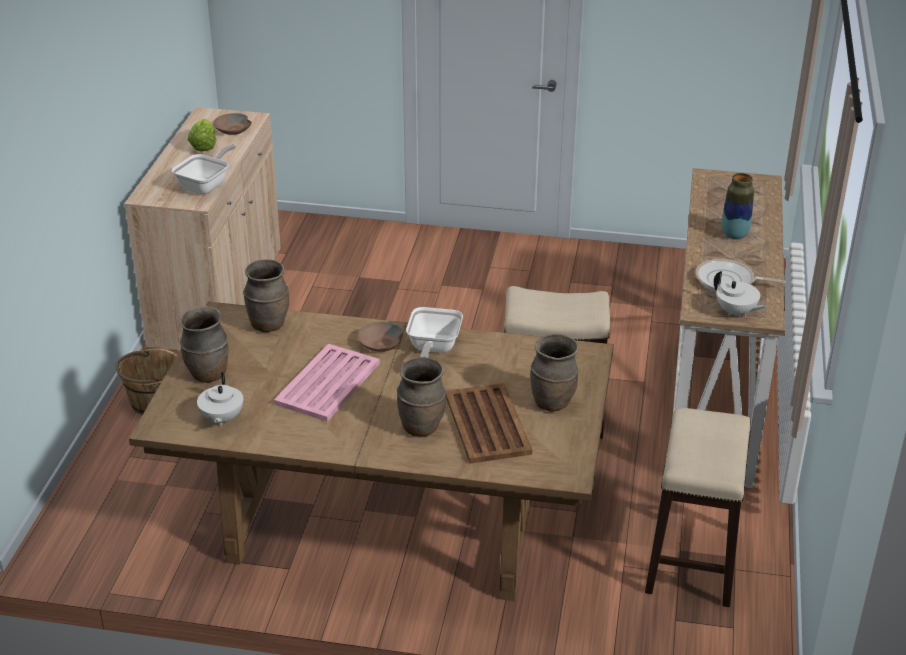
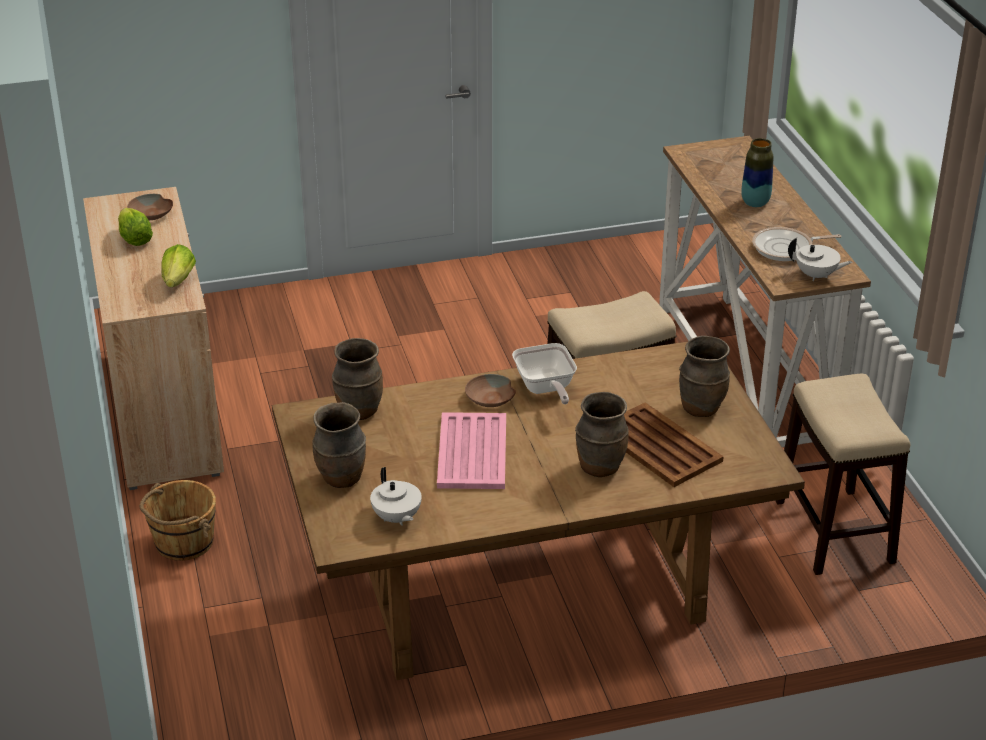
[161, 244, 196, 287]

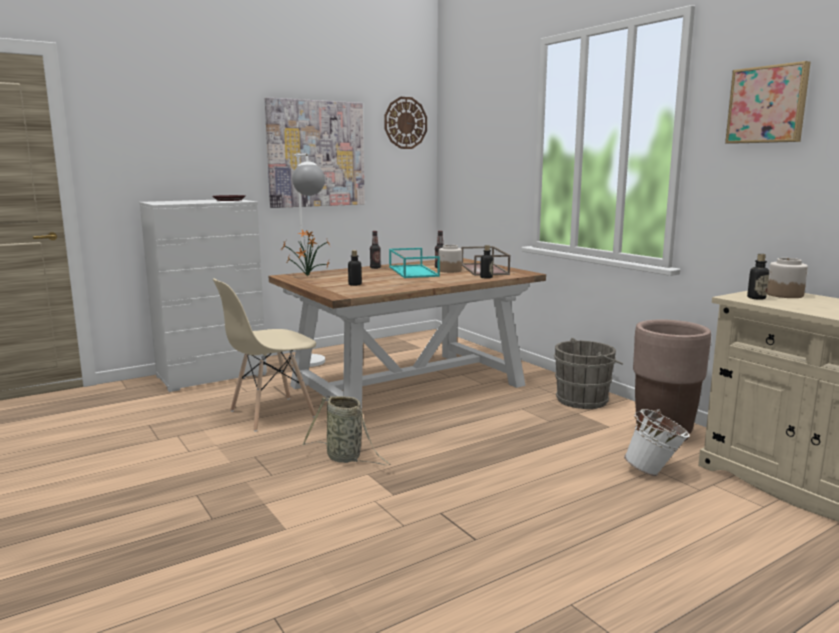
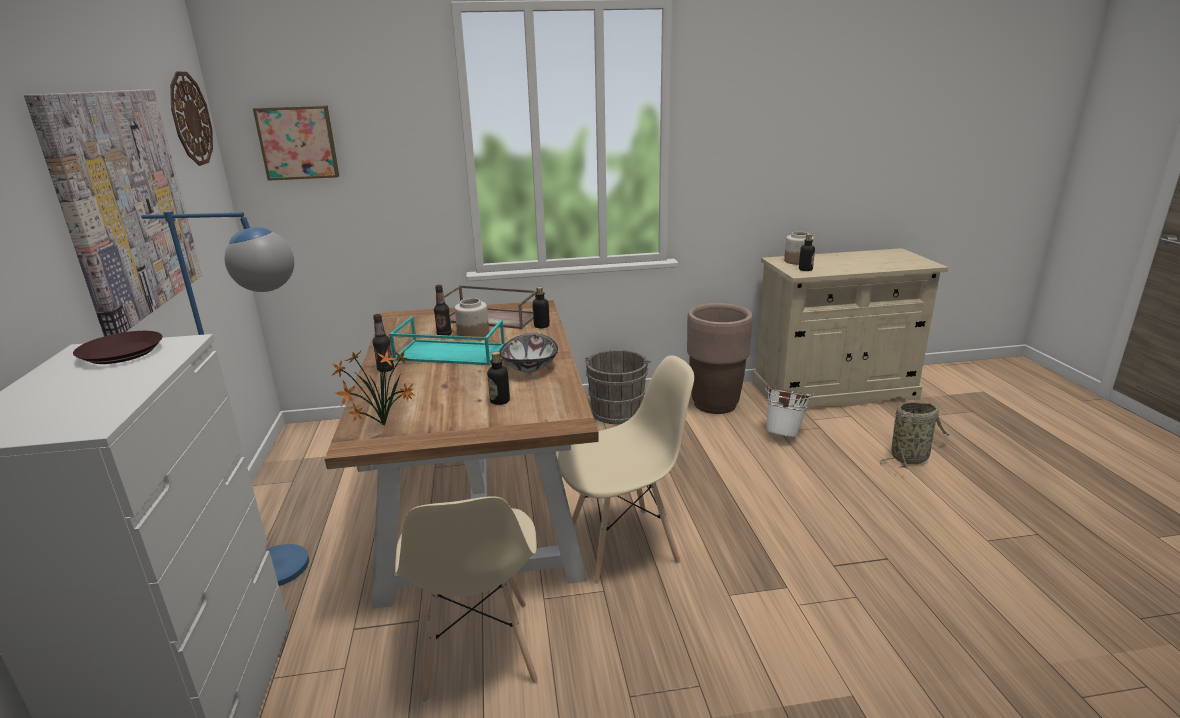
[500, 333, 558, 373]
[558, 355, 694, 584]
[880, 401, 950, 468]
[253, 105, 339, 181]
[141, 211, 309, 586]

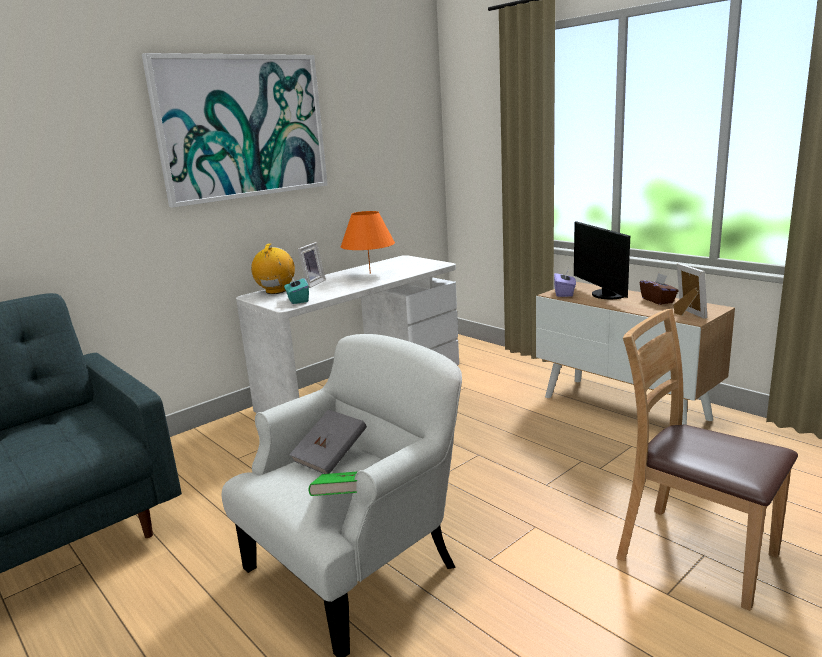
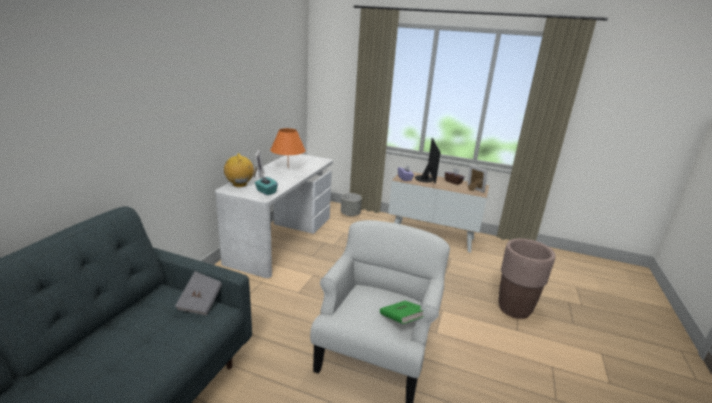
[142, 53, 328, 208] (first image)
[341, 193, 362, 216]
[175, 271, 222, 316]
[498, 238, 555, 319]
[415, 138, 441, 184]

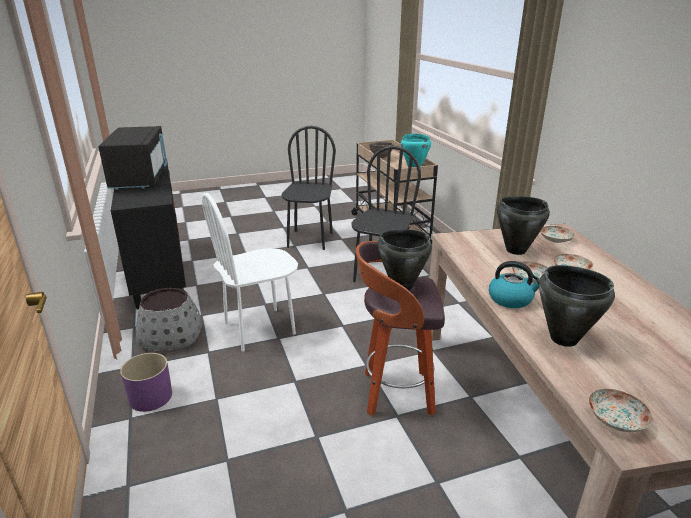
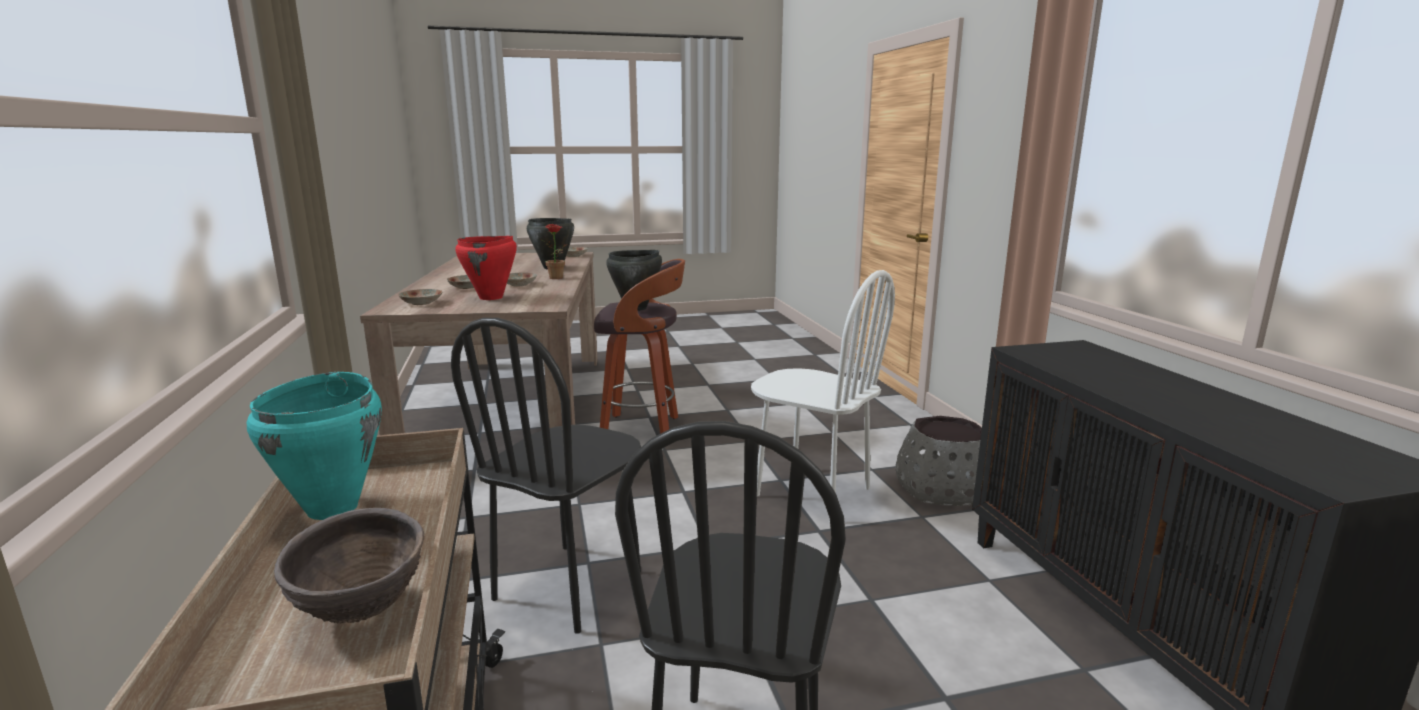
[98, 126, 167, 190] (first image)
[120, 353, 172, 412] (first image)
[541, 224, 568, 279]
[455, 236, 517, 300]
[751, 270, 895, 522]

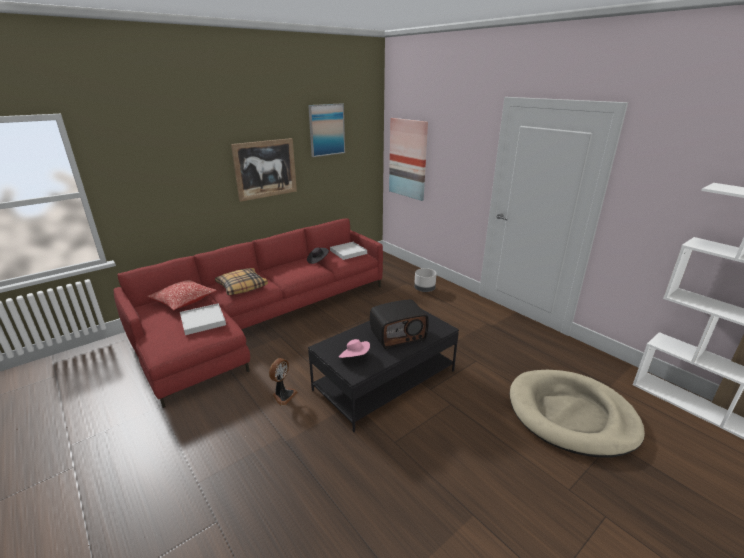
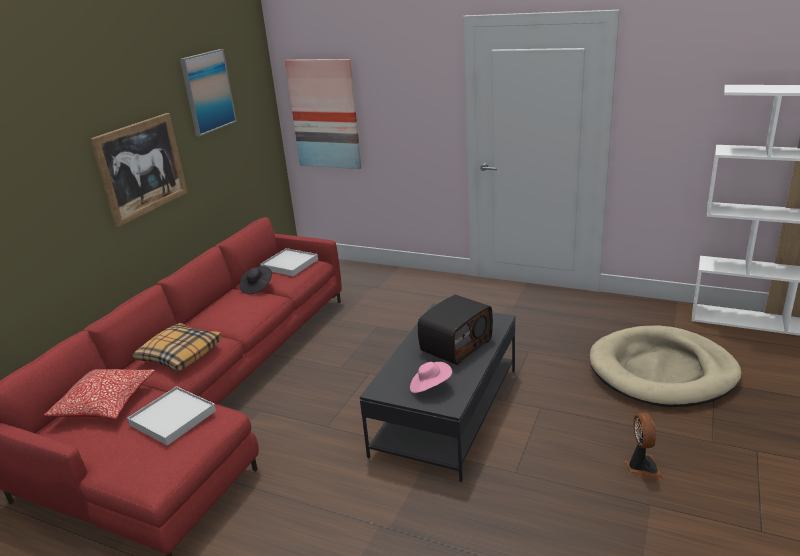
[414, 268, 436, 292] (first image)
[625, 412, 663, 480]

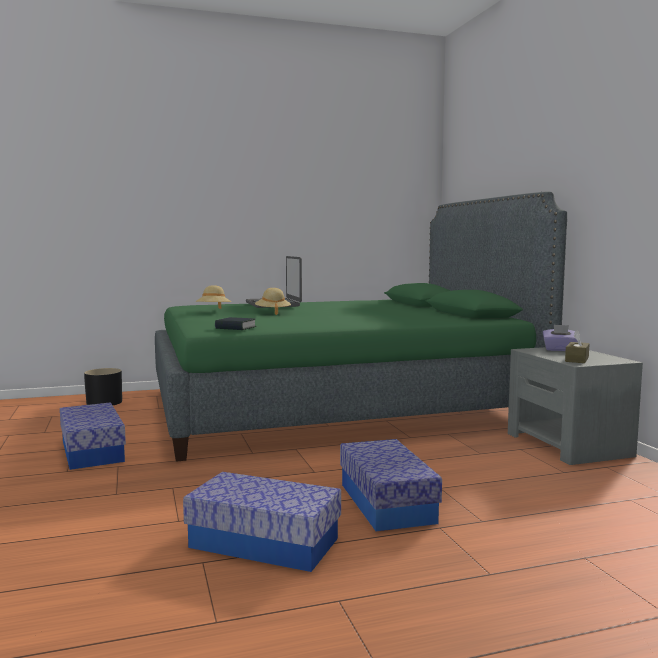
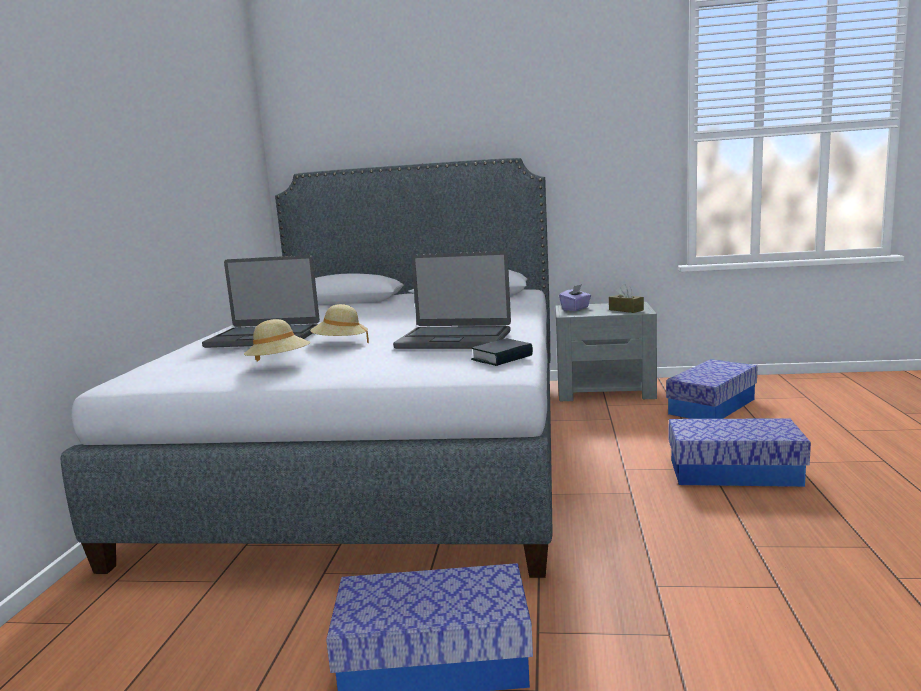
[84, 368, 122, 405] (first image)
[393, 251, 511, 349]
[666, 359, 757, 419]
[61, 158, 552, 578]

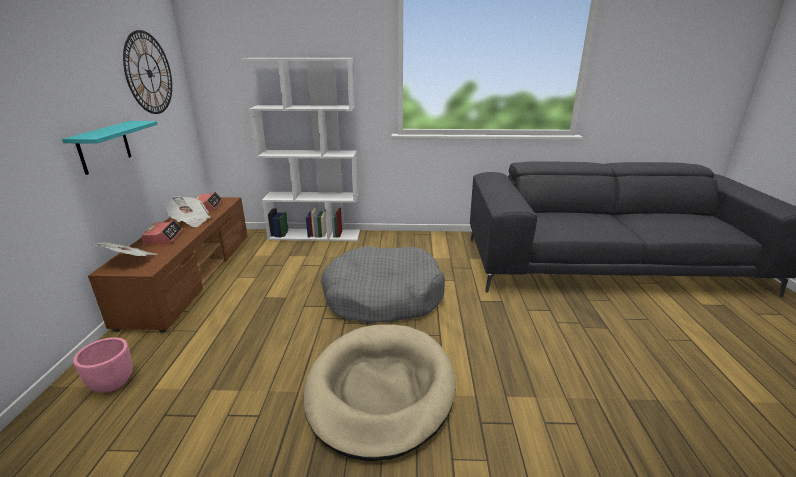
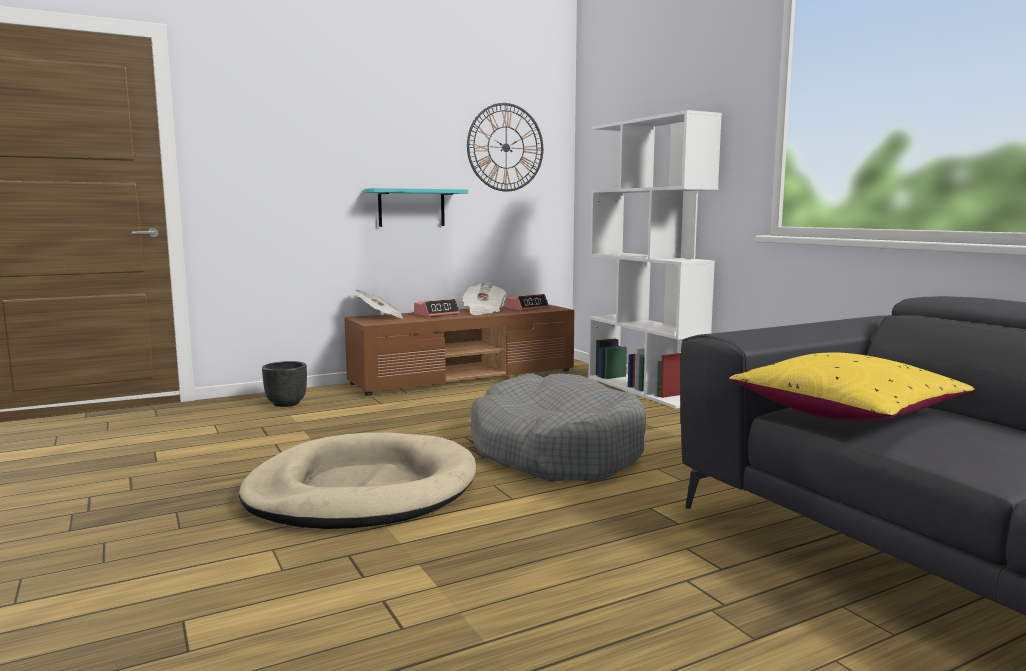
[729, 352, 975, 420]
[262, 361, 307, 407]

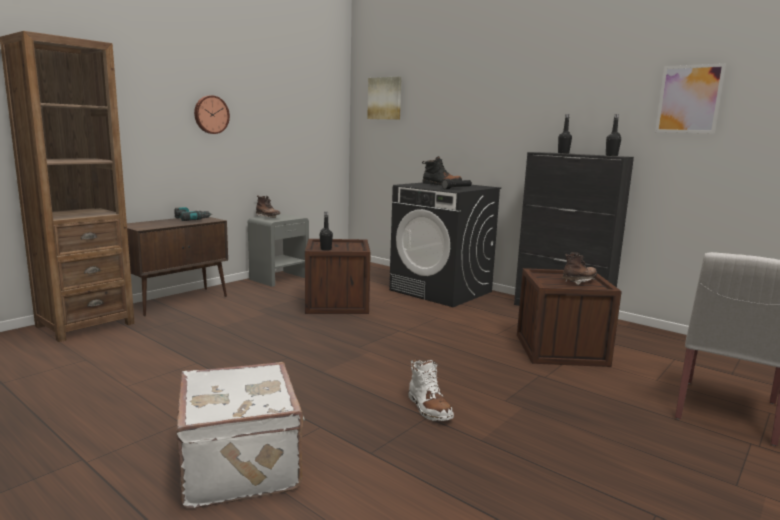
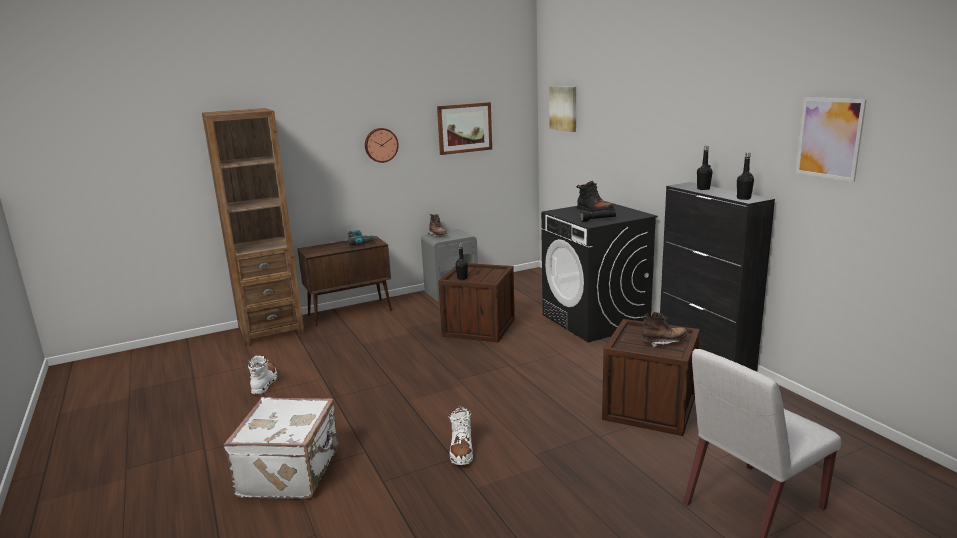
[248, 355, 277, 395]
[437, 102, 492, 155]

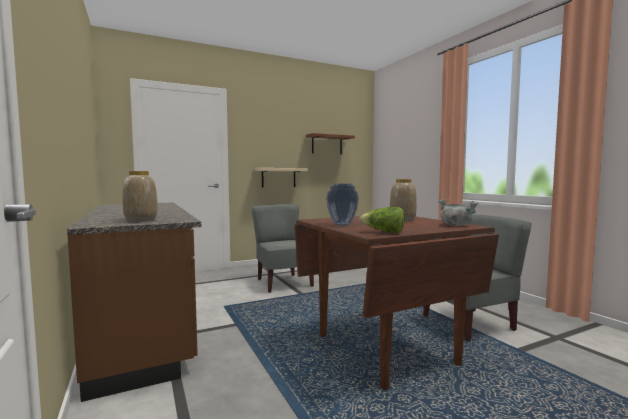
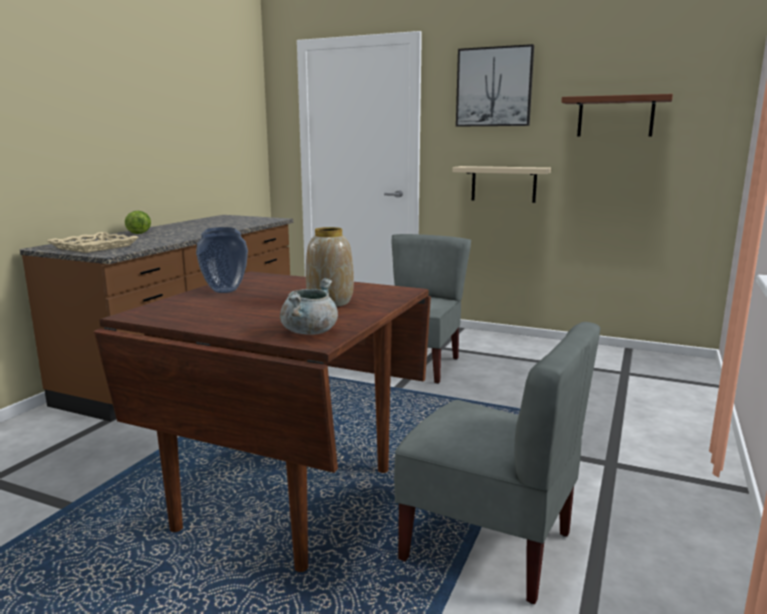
[456, 44, 534, 126]
[125, 211, 151, 234]
[47, 232, 139, 253]

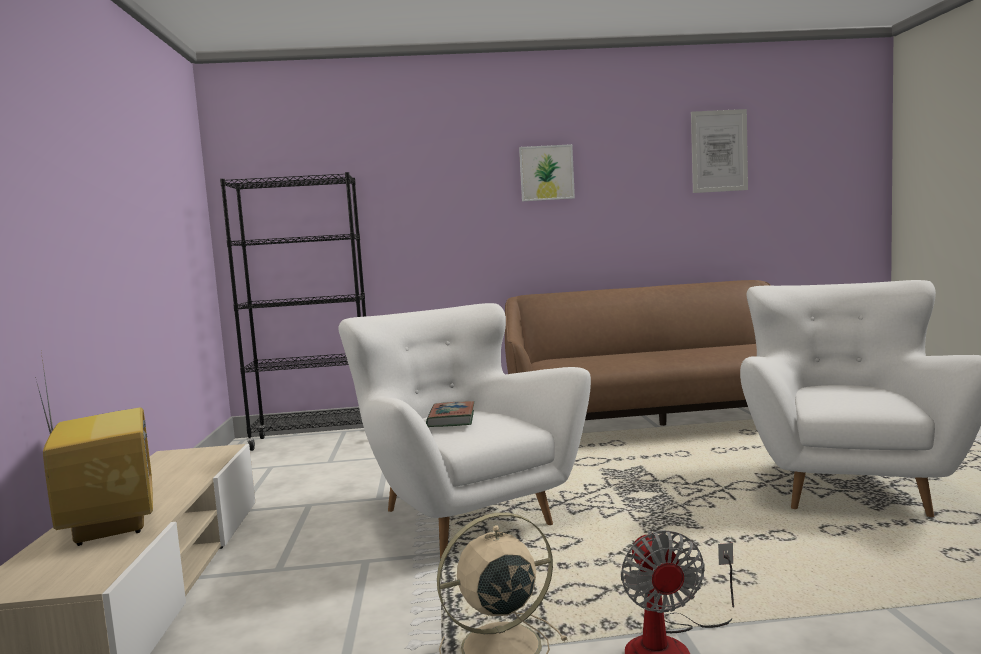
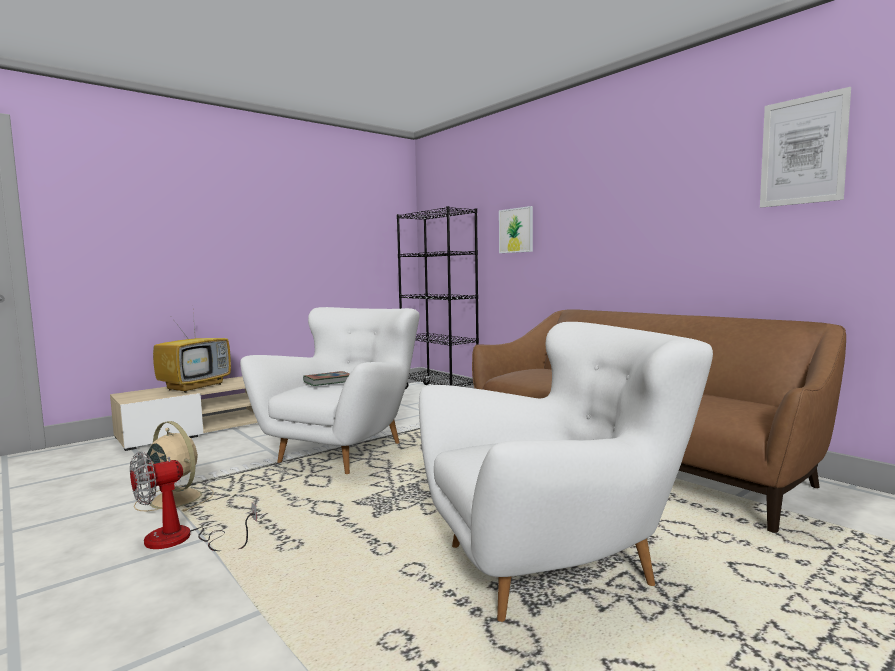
[499, 206, 533, 253]

